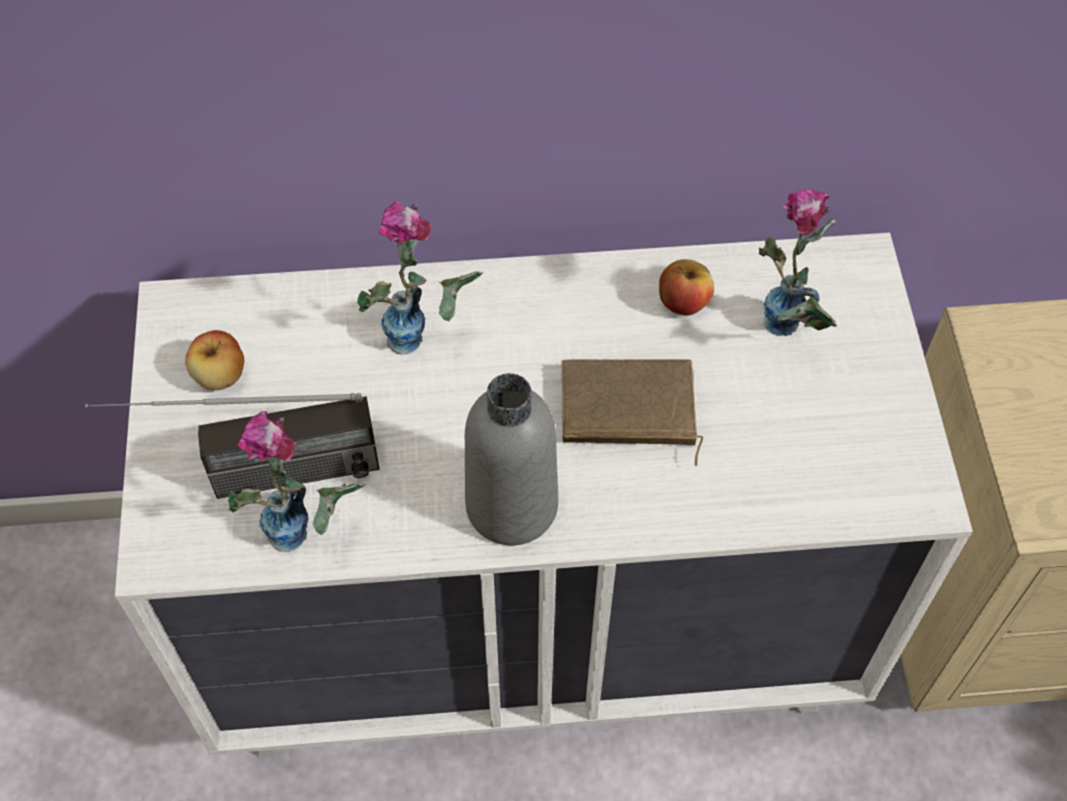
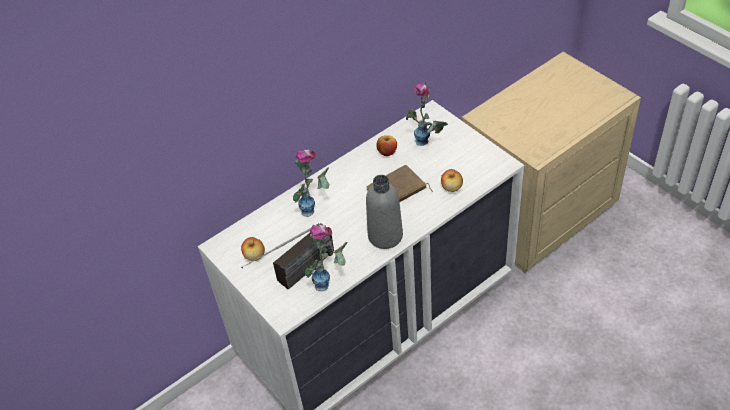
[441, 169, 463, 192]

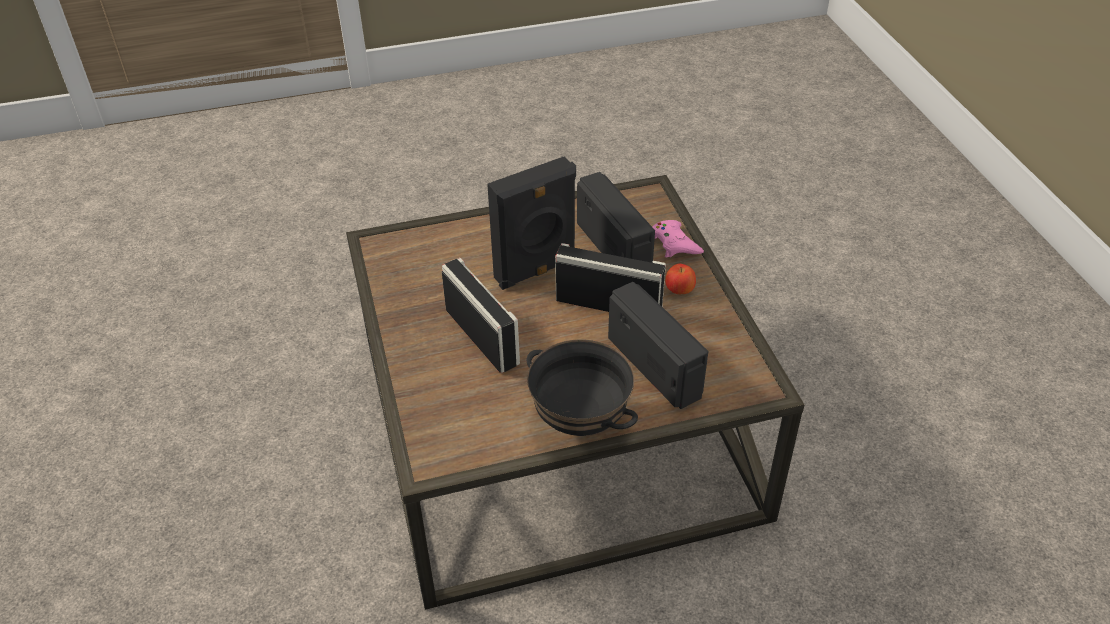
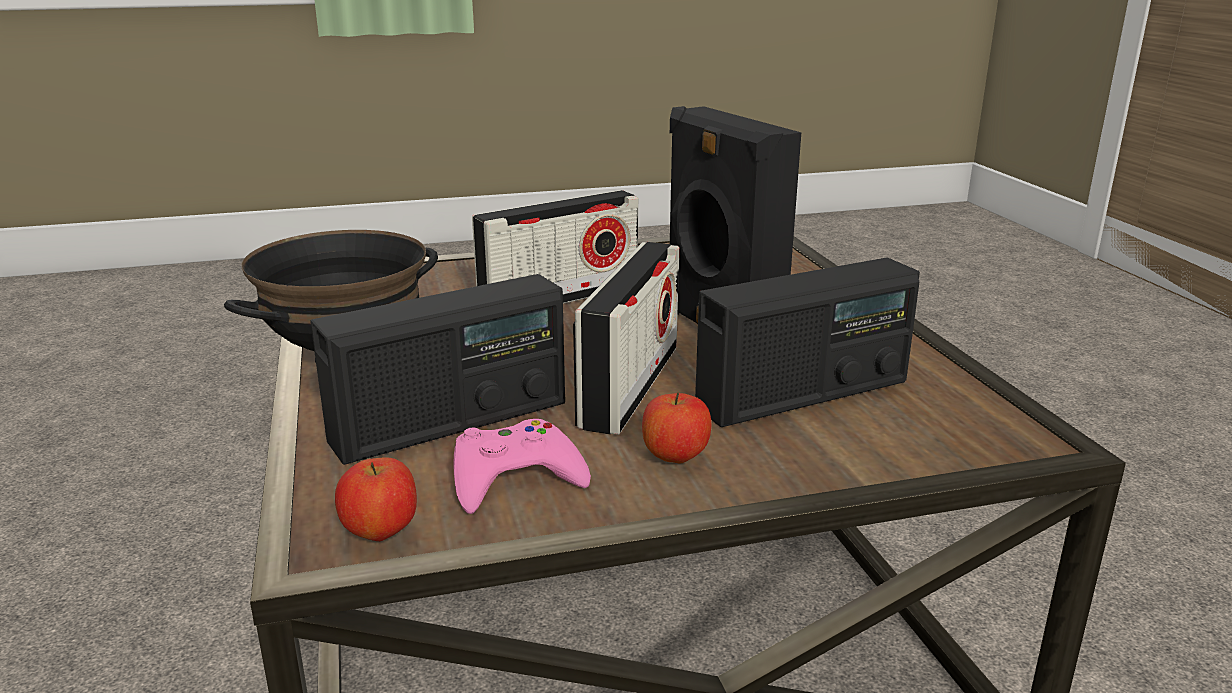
[335, 457, 417, 541]
[453, 419, 591, 514]

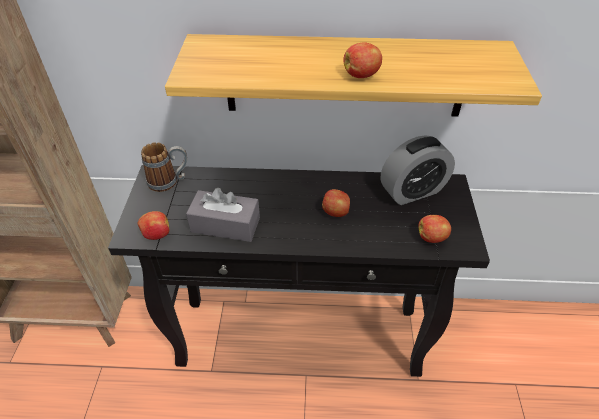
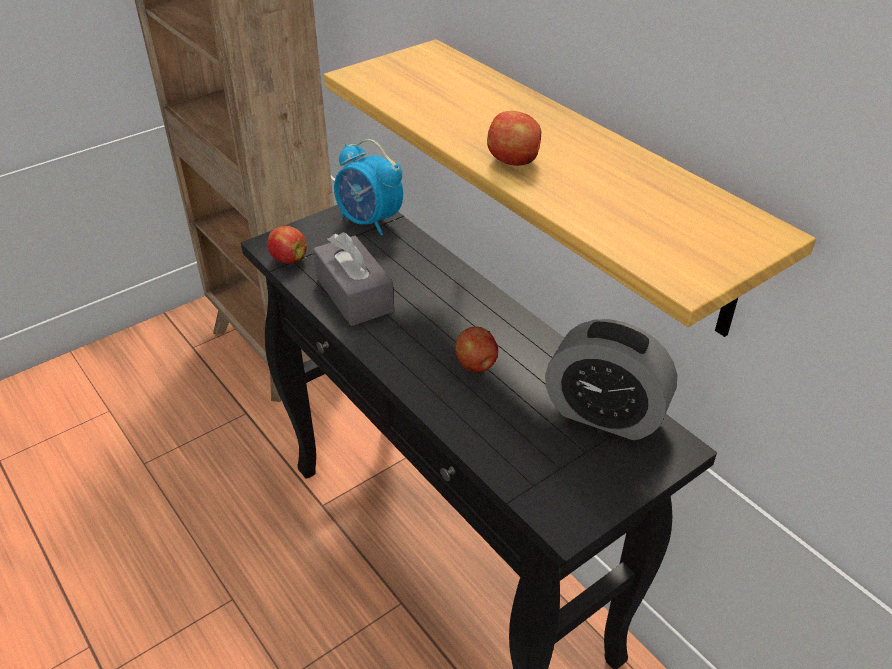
[418, 215, 451, 243] (first image)
[334, 139, 403, 235]

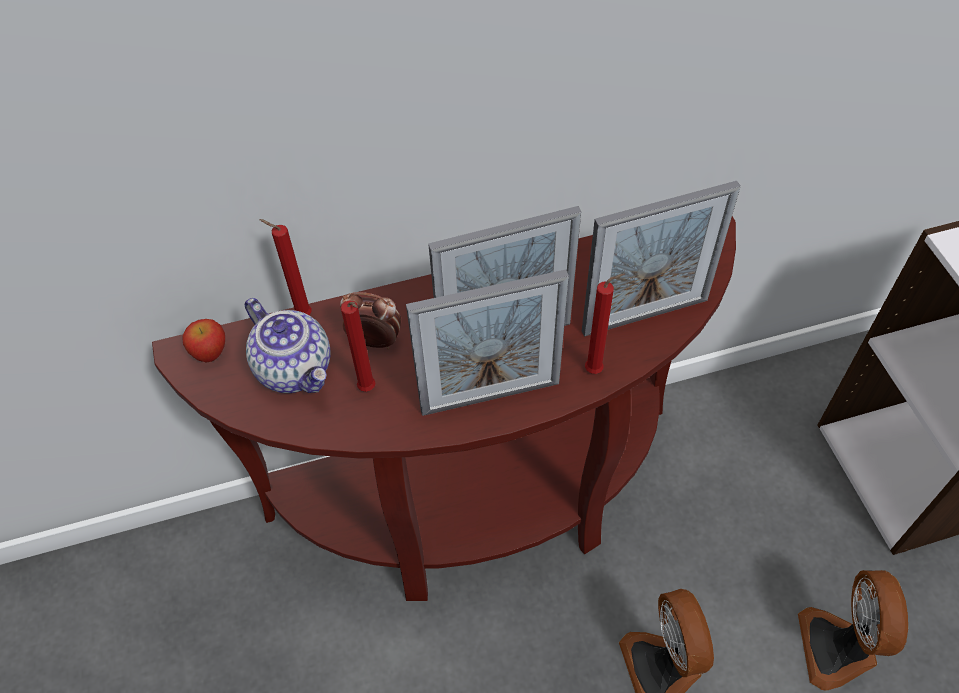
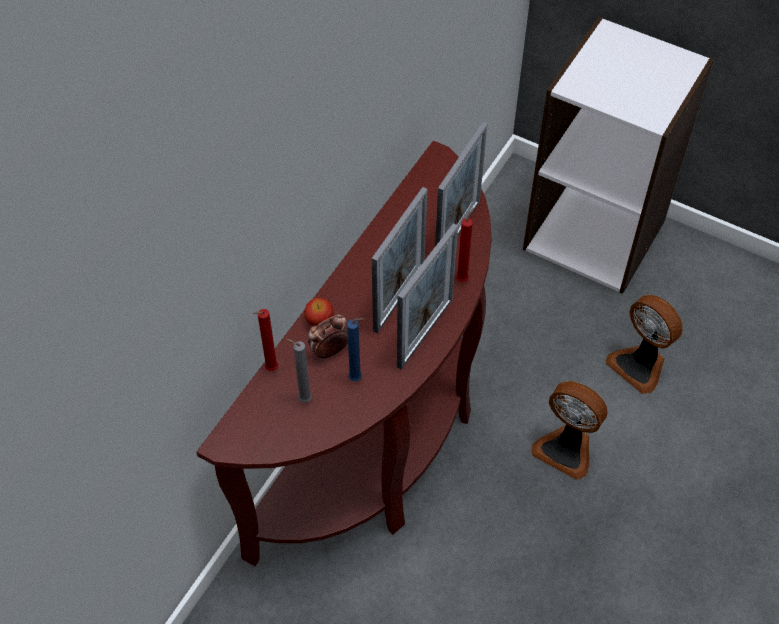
[304, 298, 334, 326]
[286, 339, 312, 403]
[347, 318, 365, 381]

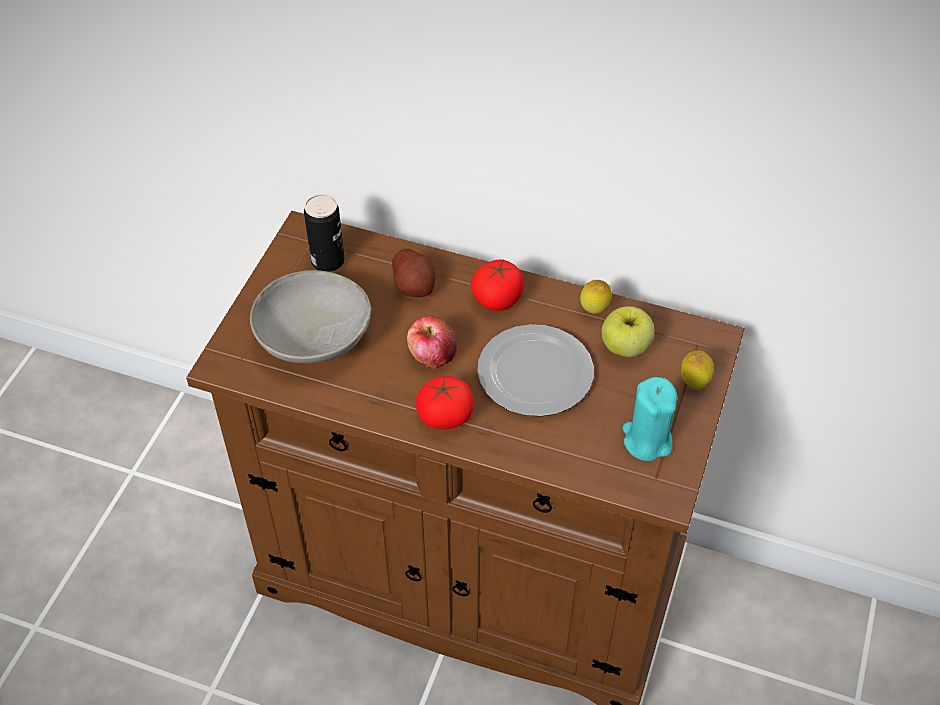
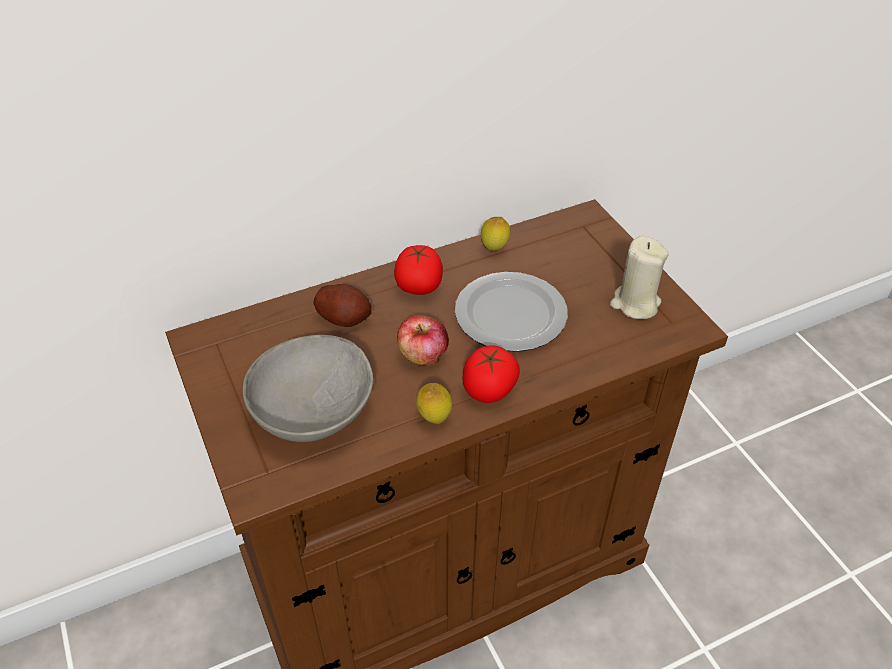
[304, 194, 345, 272] (first image)
[601, 306, 655, 357] (first image)
[416, 383, 452, 424]
[610, 236, 669, 319]

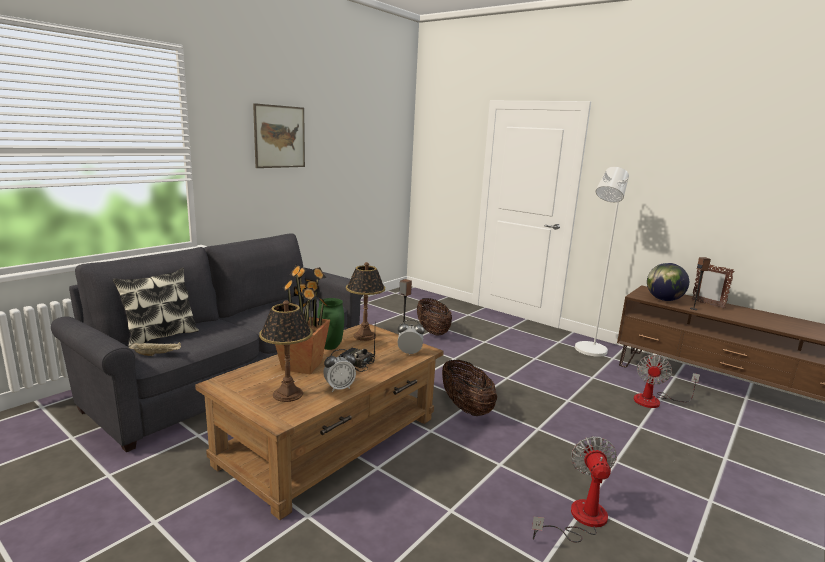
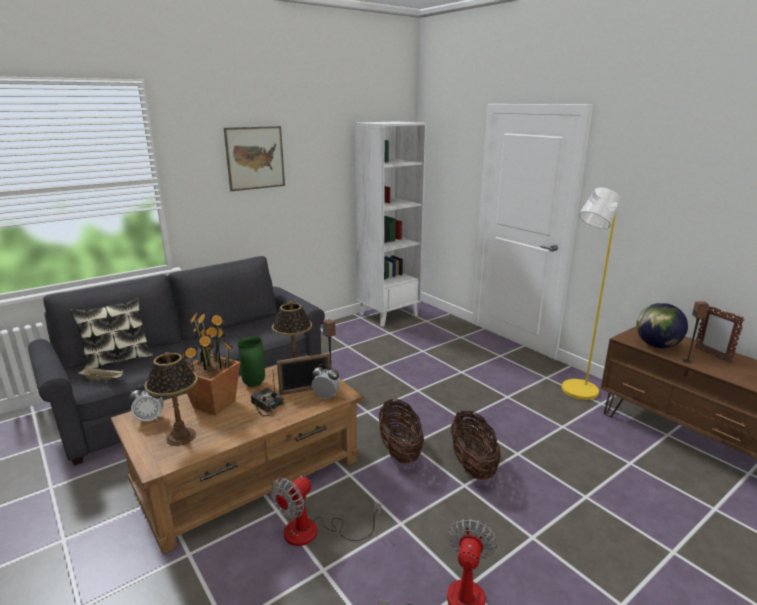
[277, 353, 331, 395]
[354, 121, 426, 327]
[129, 385, 164, 423]
[451, 410, 501, 480]
[270, 476, 382, 546]
[562, 187, 621, 400]

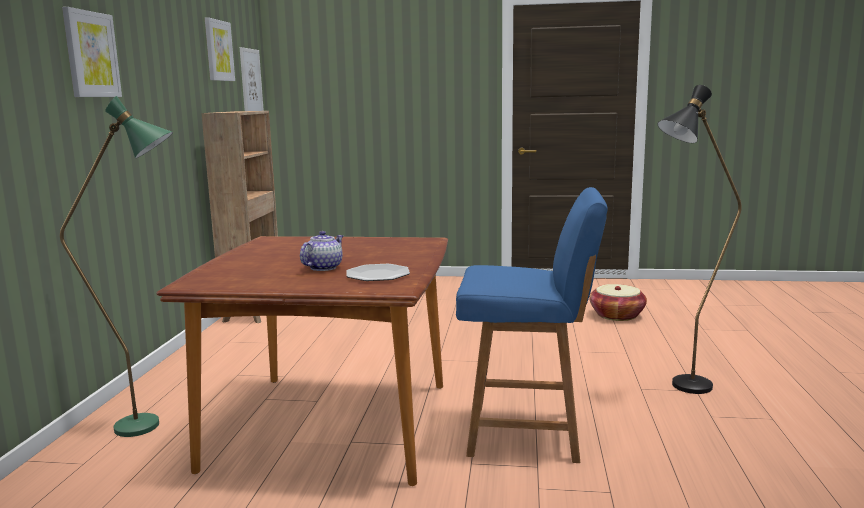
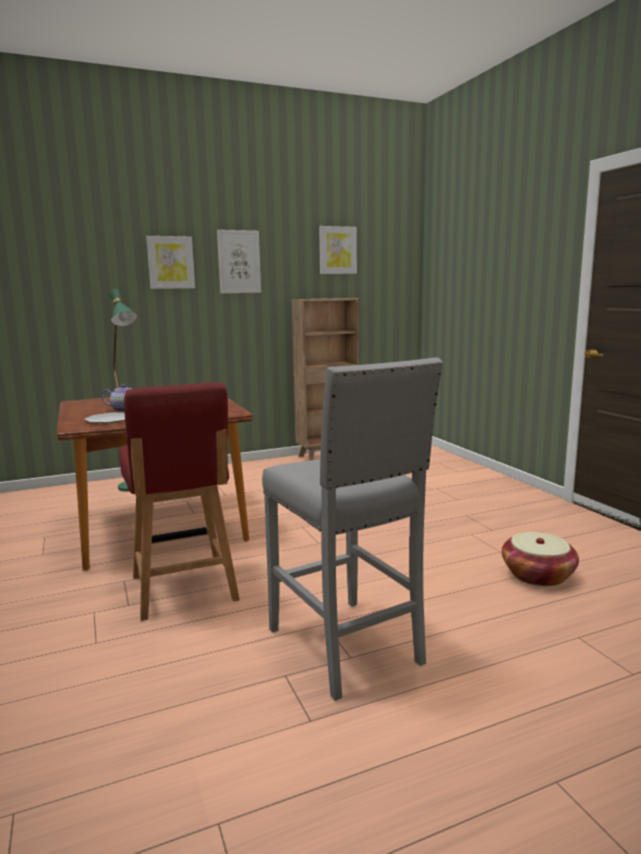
[217, 230, 261, 293]
[262, 357, 443, 701]
[119, 383, 240, 621]

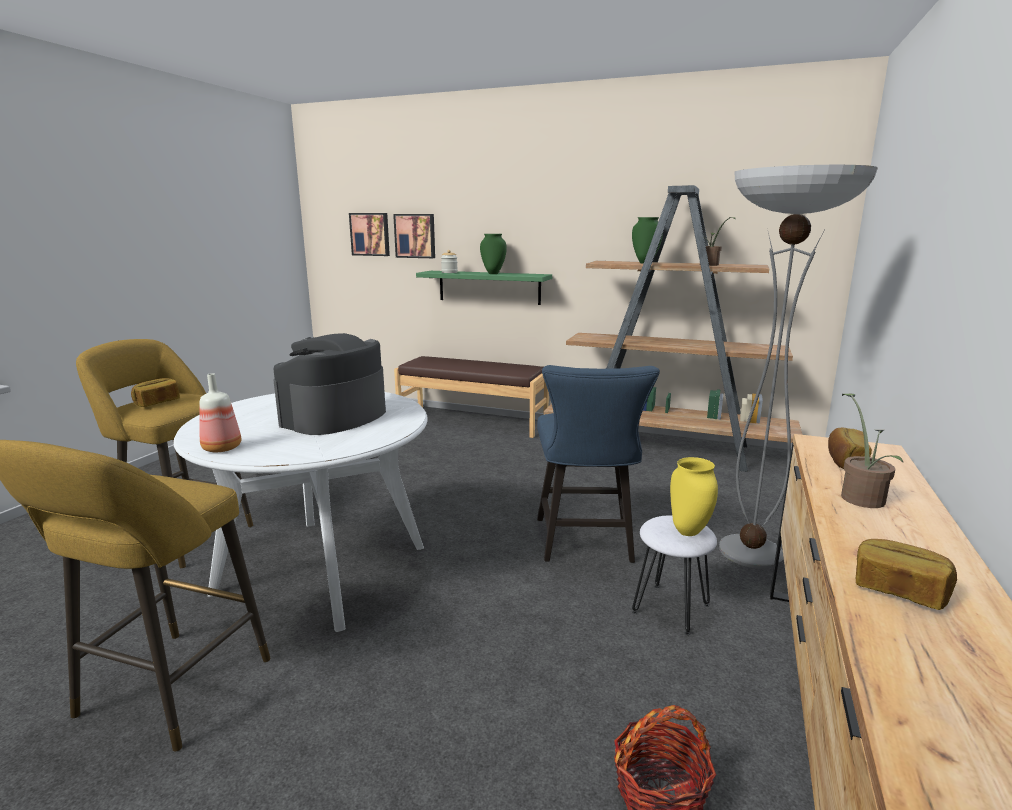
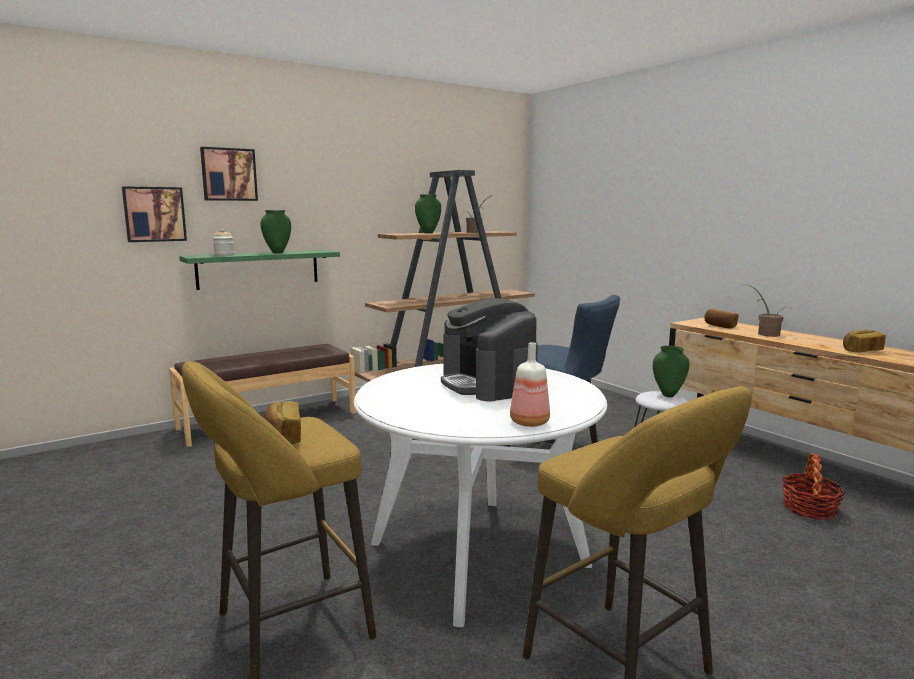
[719, 165, 878, 569] (first image)
[200, 147, 258, 201]
[653, 346, 689, 397]

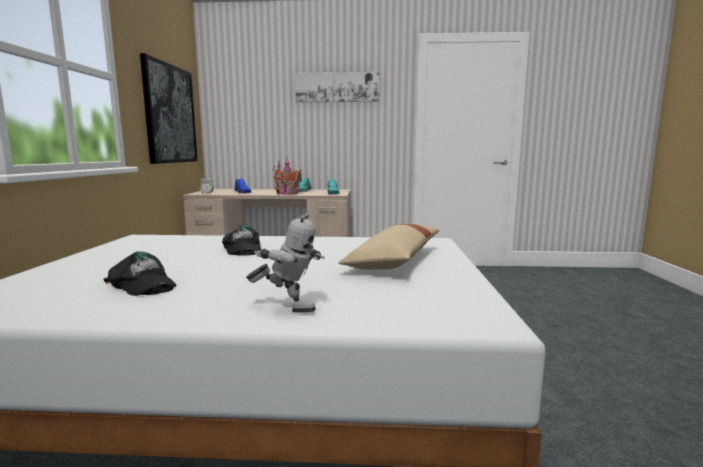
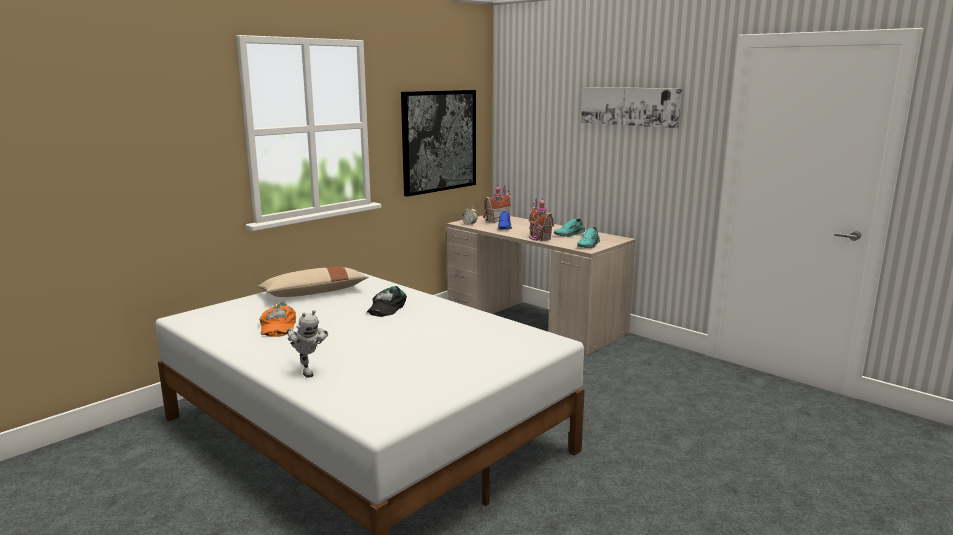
[483, 185, 511, 223]
[258, 267, 369, 297]
[259, 302, 296, 337]

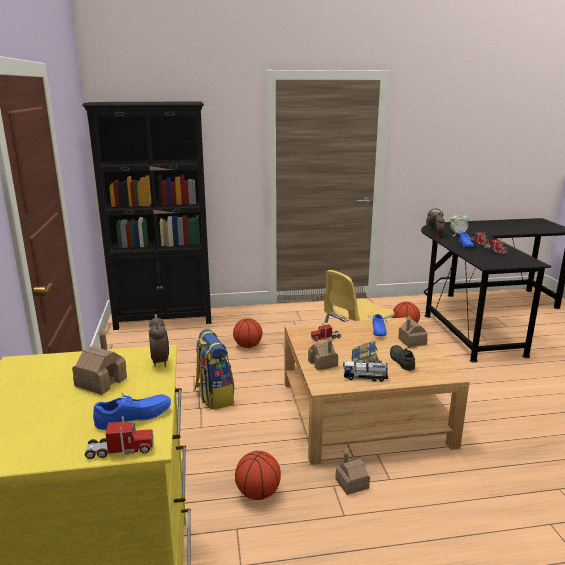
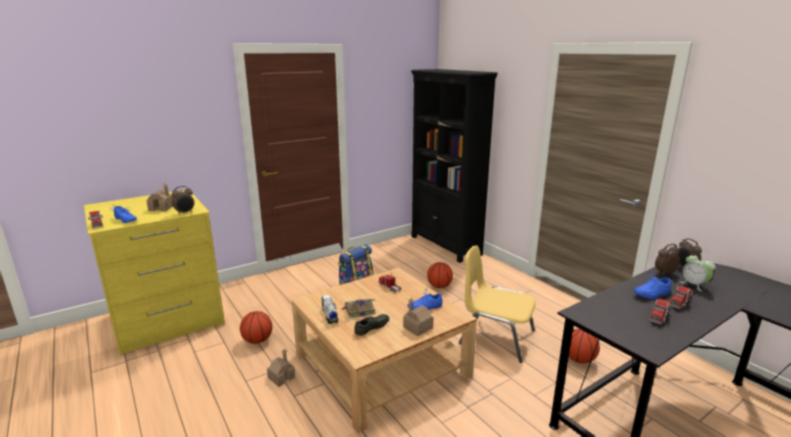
[308, 337, 338, 371] (first image)

